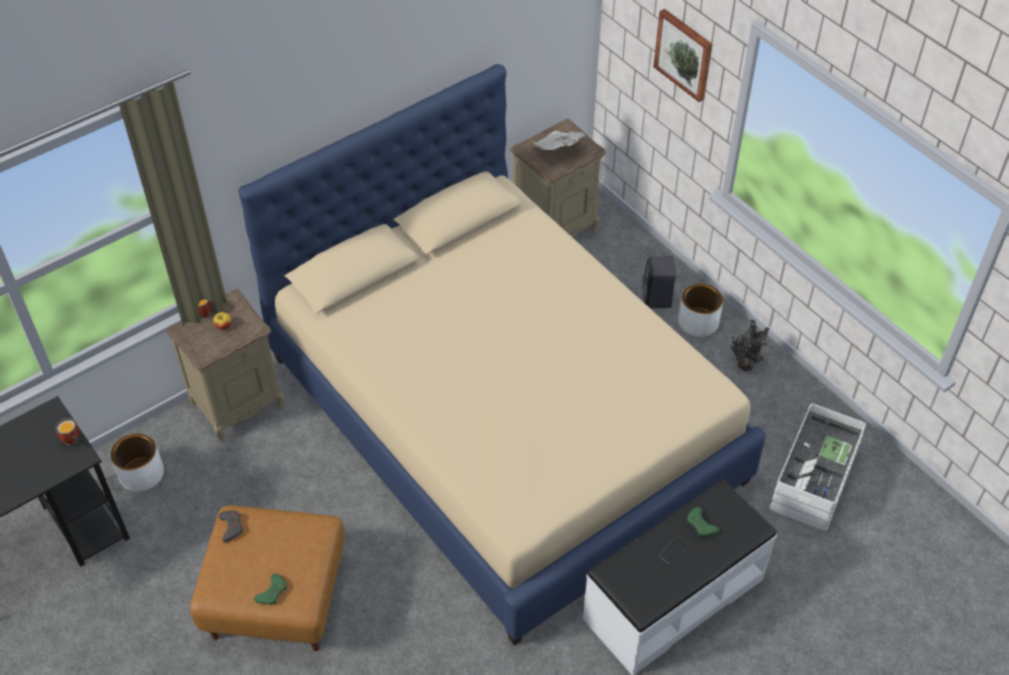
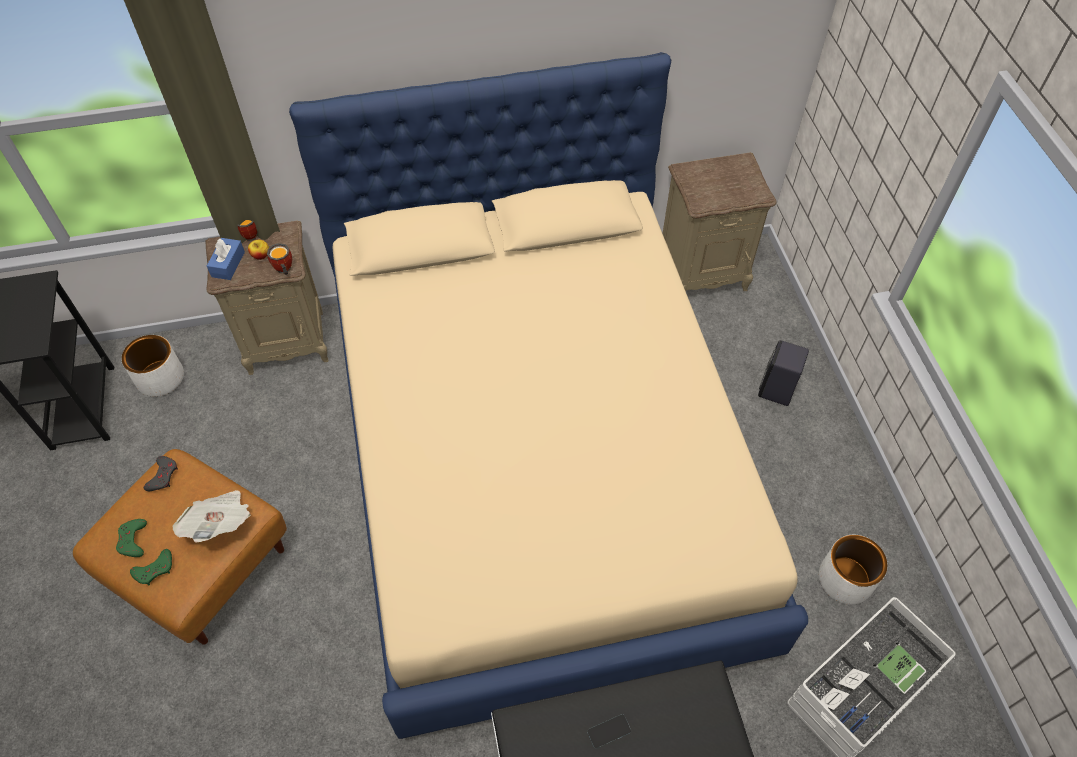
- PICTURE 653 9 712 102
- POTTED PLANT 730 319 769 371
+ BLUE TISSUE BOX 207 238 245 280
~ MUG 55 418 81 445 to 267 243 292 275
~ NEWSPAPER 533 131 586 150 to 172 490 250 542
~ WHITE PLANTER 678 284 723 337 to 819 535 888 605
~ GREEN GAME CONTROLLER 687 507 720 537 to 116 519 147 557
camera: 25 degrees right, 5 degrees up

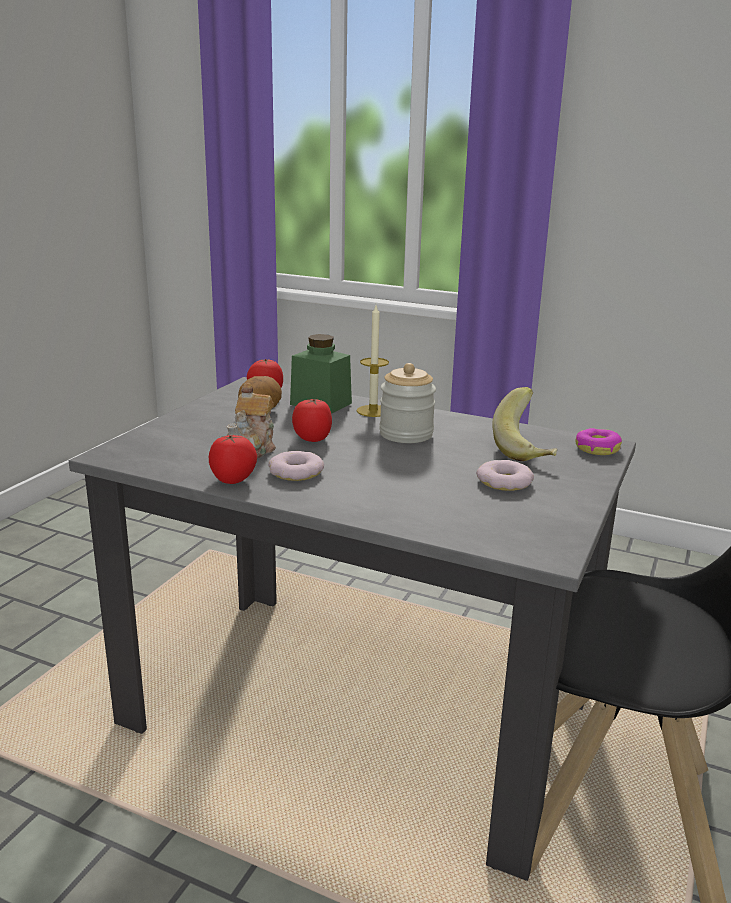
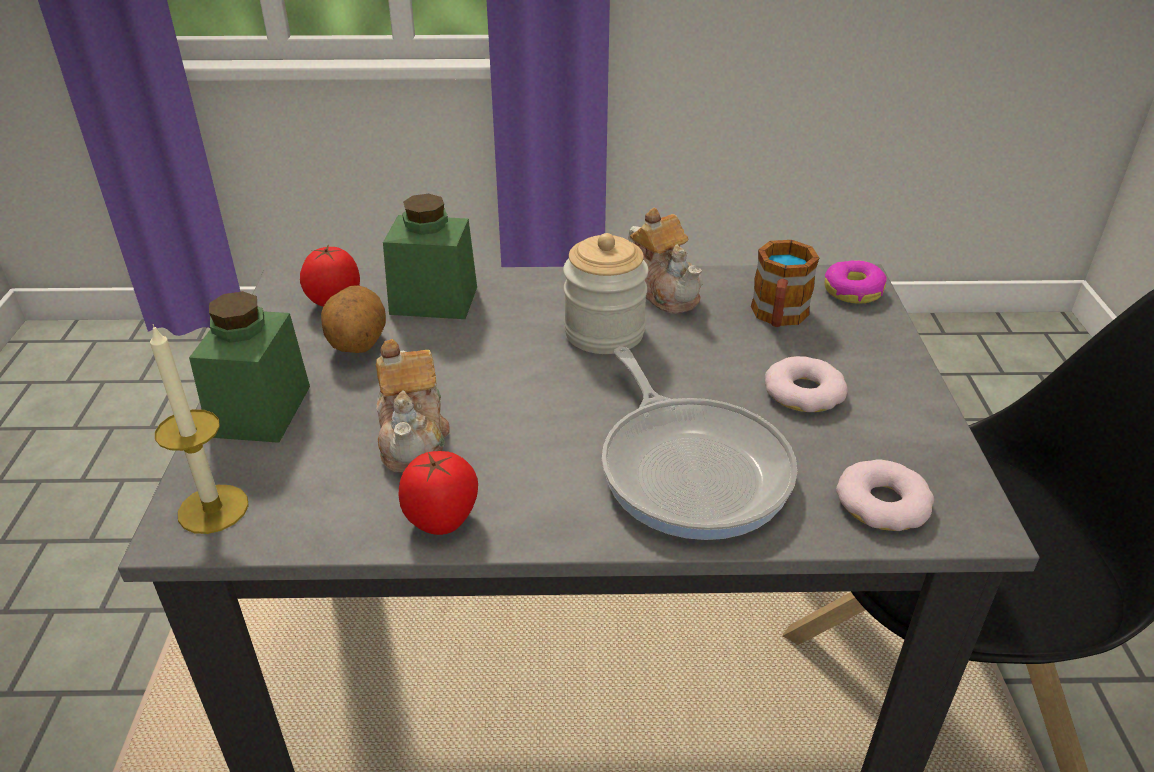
- TOMATO 292 399 332 442
+ GREEN JAR 189 291 310 443
+ FRYING PAN 602 347 797 540
+ TEAPOT 628 208 703 314
~ DONUT 268 451 324 481 to 836 459 934 531
~ CANDLE 357 305 389 417 to 150 324 249 534
~ BANANA 492 387 557 461 to MUG 751 240 819 327
camera: 25 degrees left, 15 degrees up

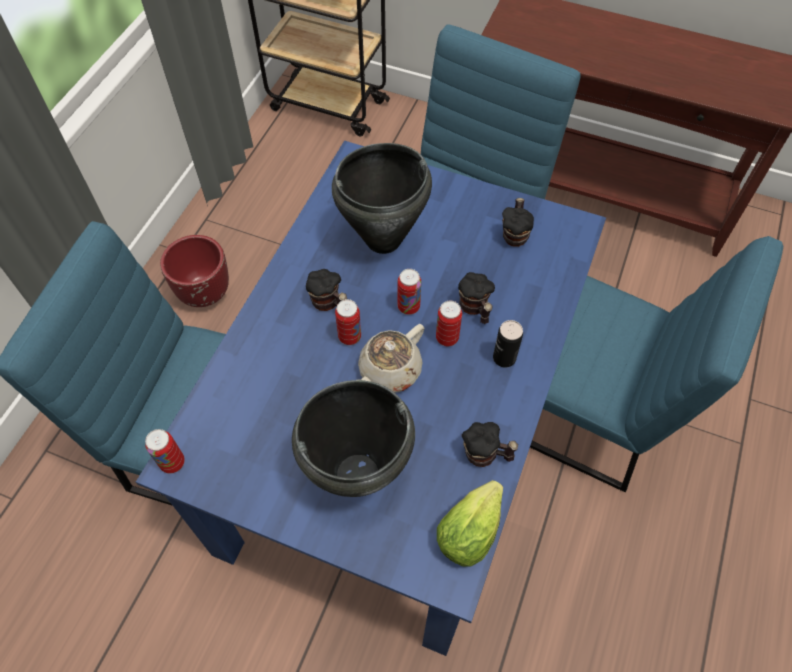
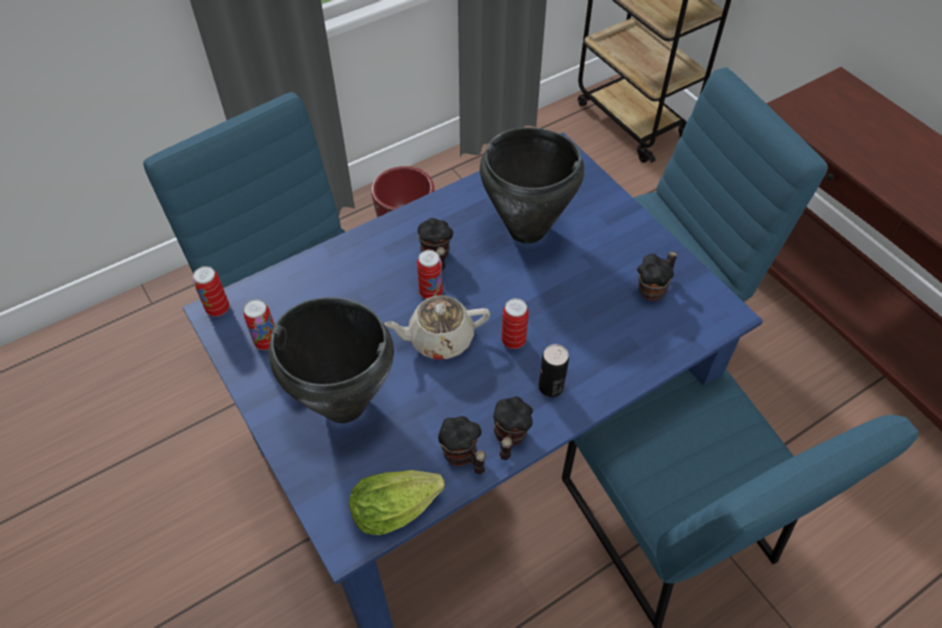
~ CAN 398 269 421 315 to 243 299 275 350
~ MUG 458 272 495 324 to 493 396 533 460
camera: 35 degrees right, 5 degrees down

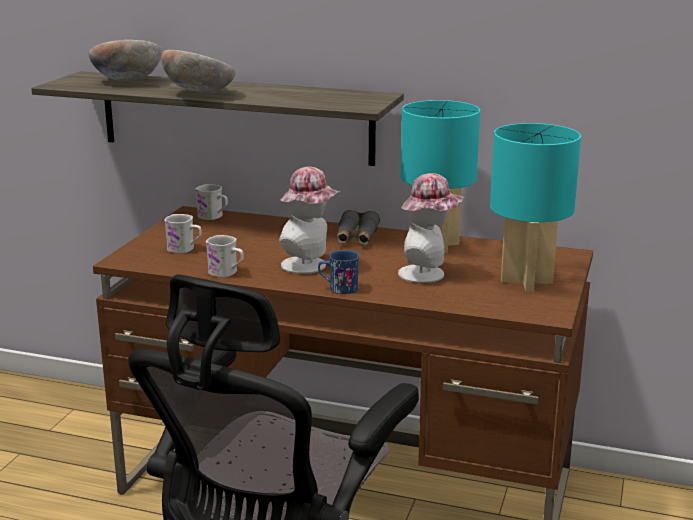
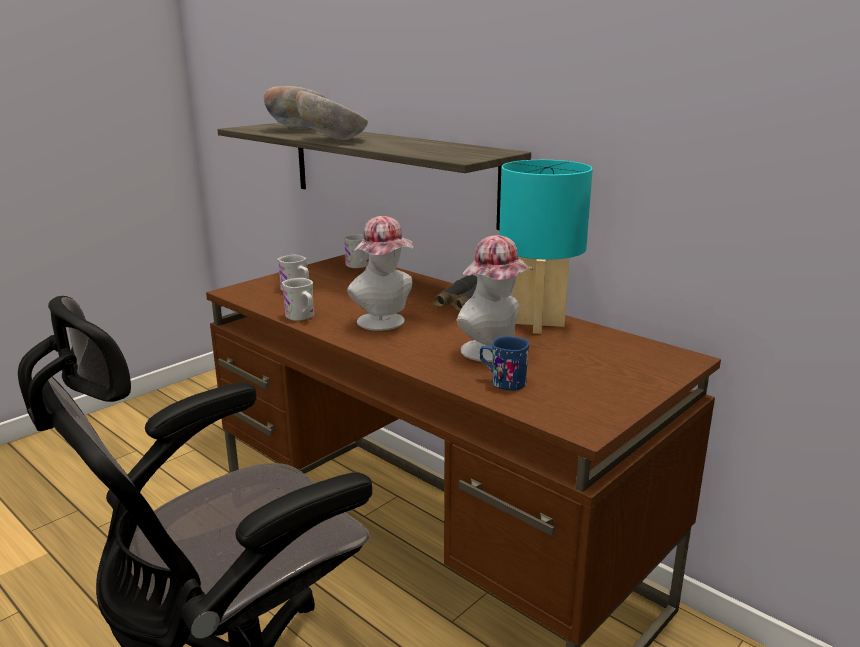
- TURQUOISE TABLE LAMP 490 123 581 292
~ BLUE MUG 318 250 359 294 to 480 336 529 390
camera: 25 degrees right, 0 degrees up

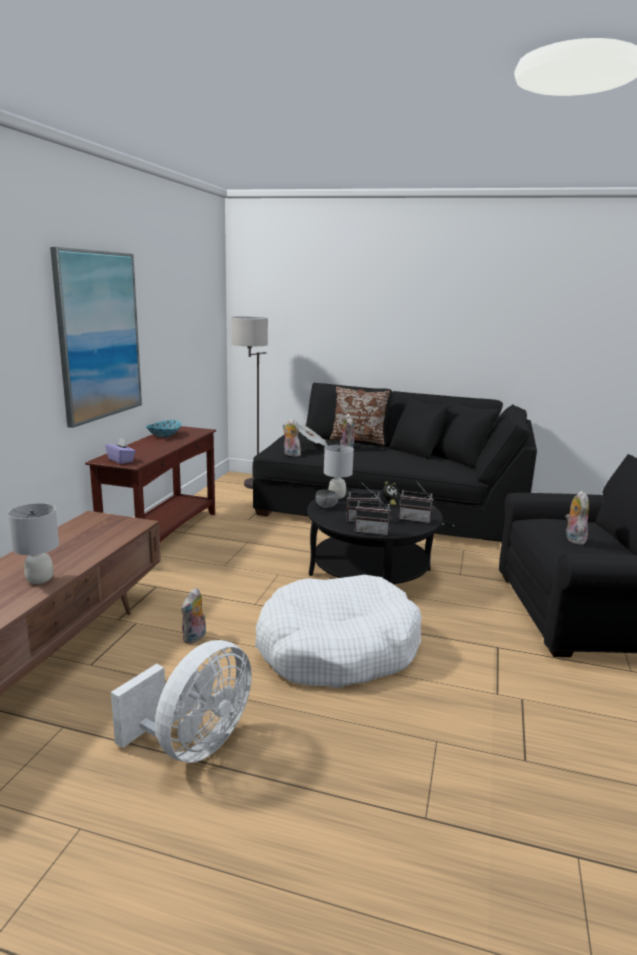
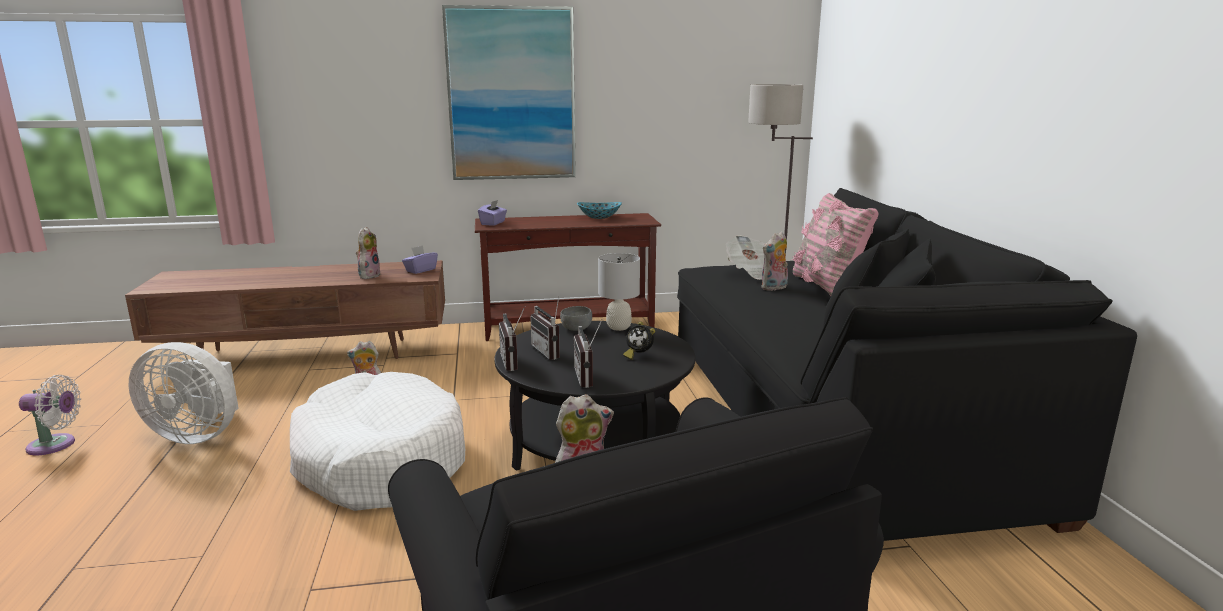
- GREY TABLE LAMP 8 503 59 584
+ WHITE FAN 19 375 81 455
+ PURPLE TISSUE BOX 402 245 438 274
~ PLUSH TOY 283 419 301 457 to 355 227 381 279
~ BROWN PILLOW 330 386 390 446 to PINK PILLOW 792 193 878 296
camera: 65 degrees right, 0 degrees up

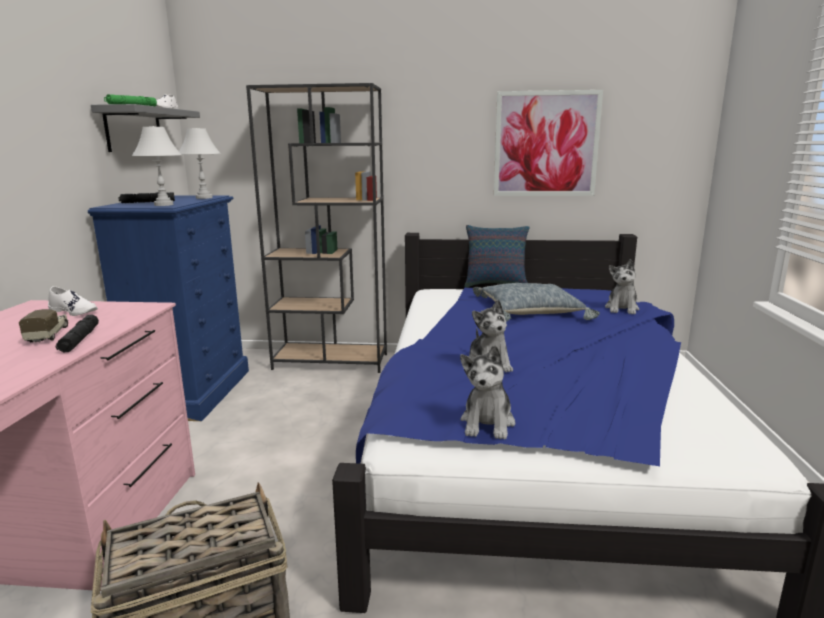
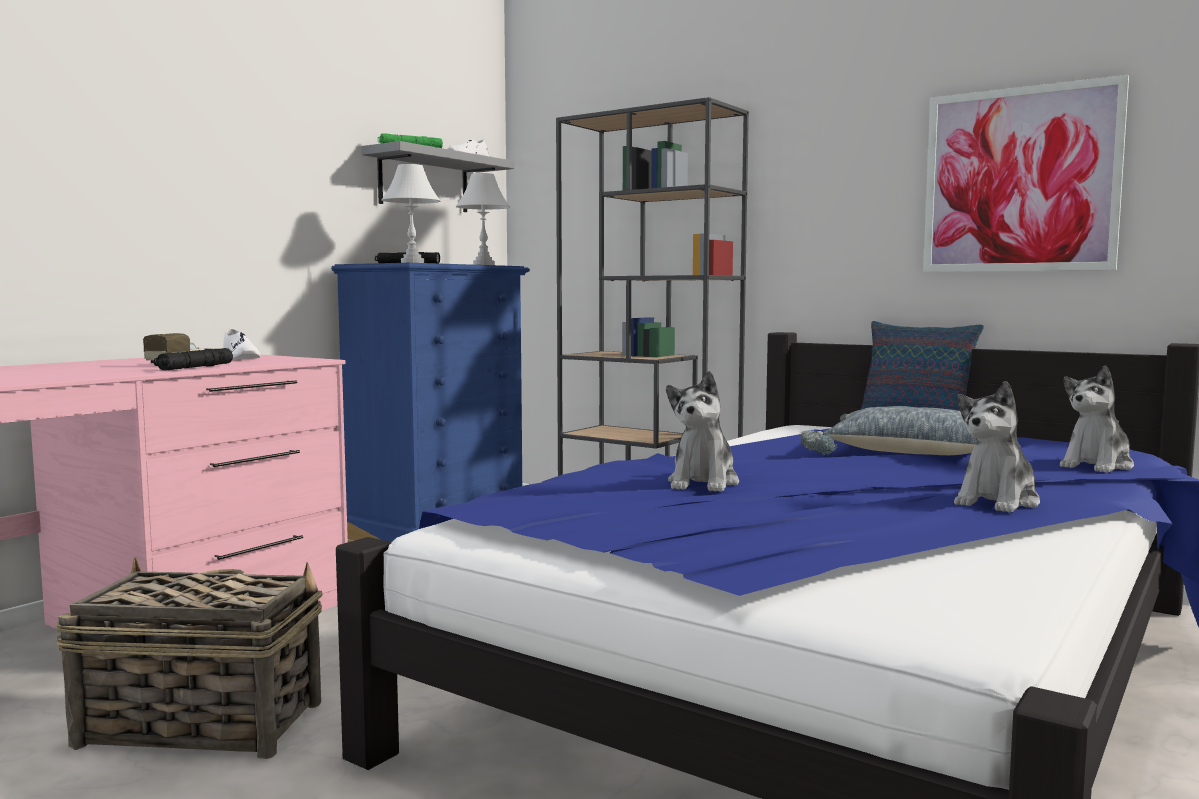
~ PLUSH TOY 460 345 516 440 to 954 381 1040 513
camera: 30 degrees right, 10 degrees down

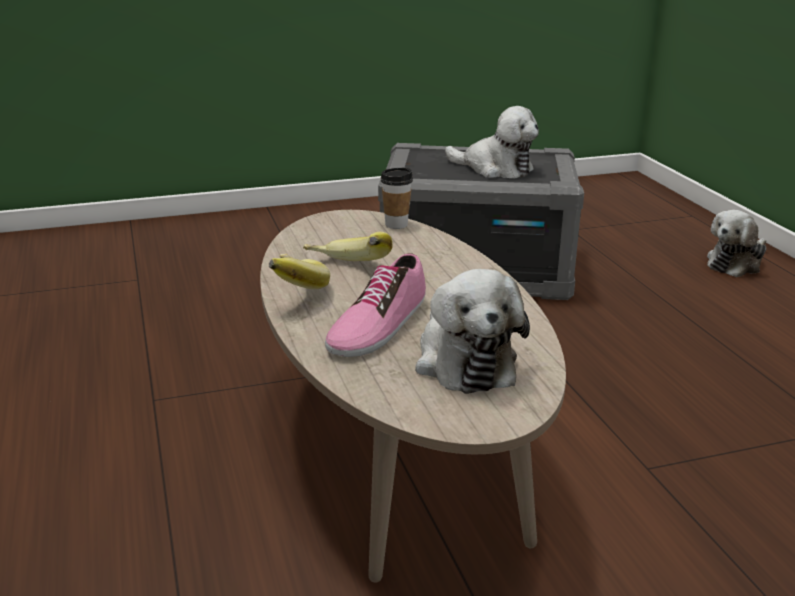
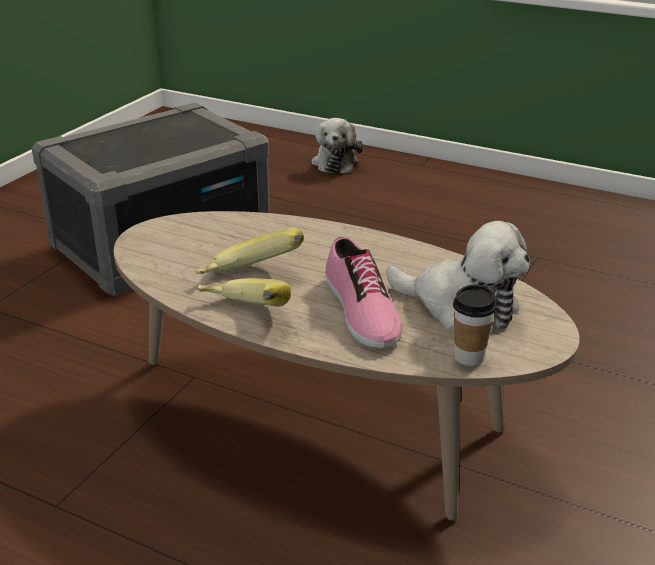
- PLUSH TOY 445 106 539 179
~ CUP 381 168 413 229 to 453 284 496 366
camera: 45 degrees left, 5 degrees up

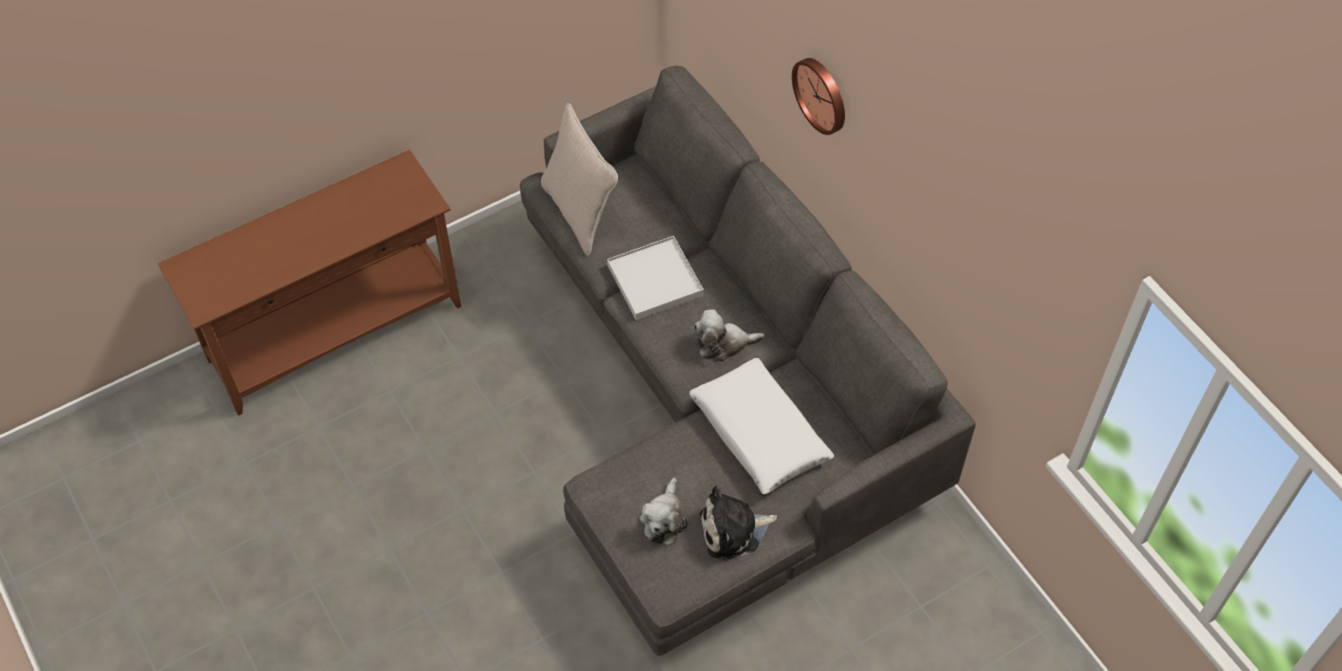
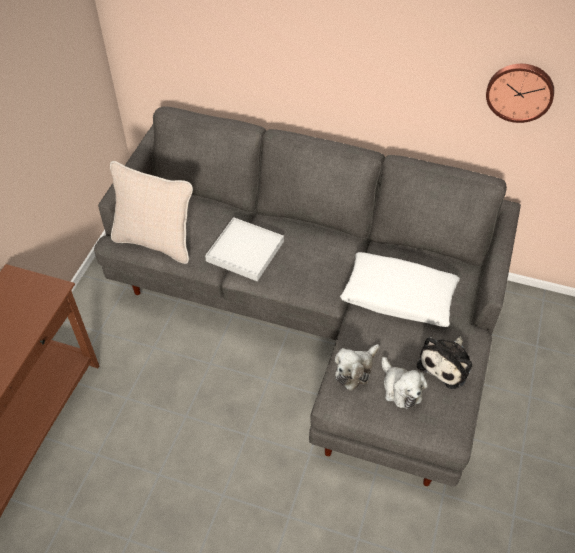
~ PLUSH TOY 693 309 765 362 to 335 344 380 391
~ WALL CLOCK 792 58 845 135 to 486 64 554 123
camera: 40 degrees left, 5 degrees down

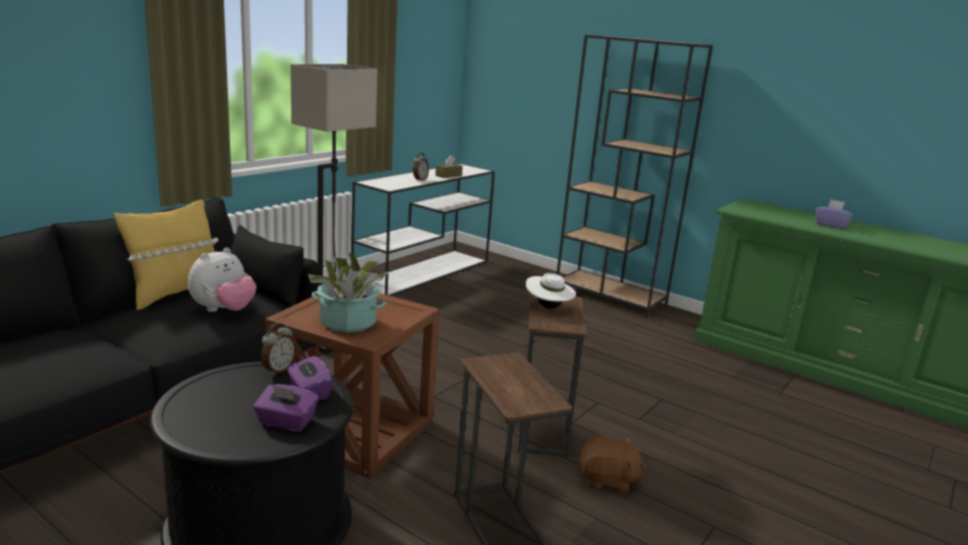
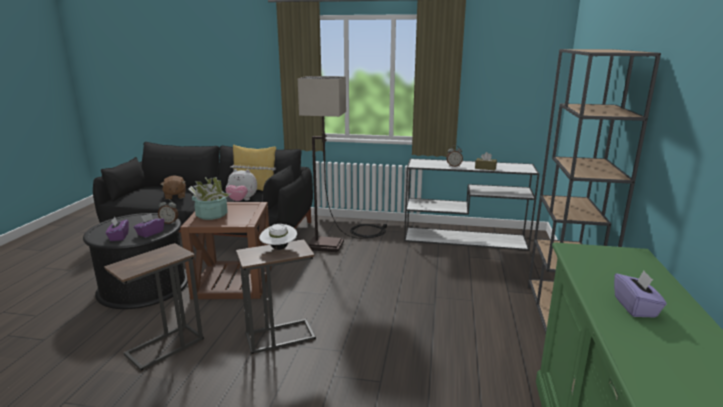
~ BROWN PLUSH TOY 578 436 646 494 to 161 175 186 200
camera: 65 degrees right, 0 degrees up

